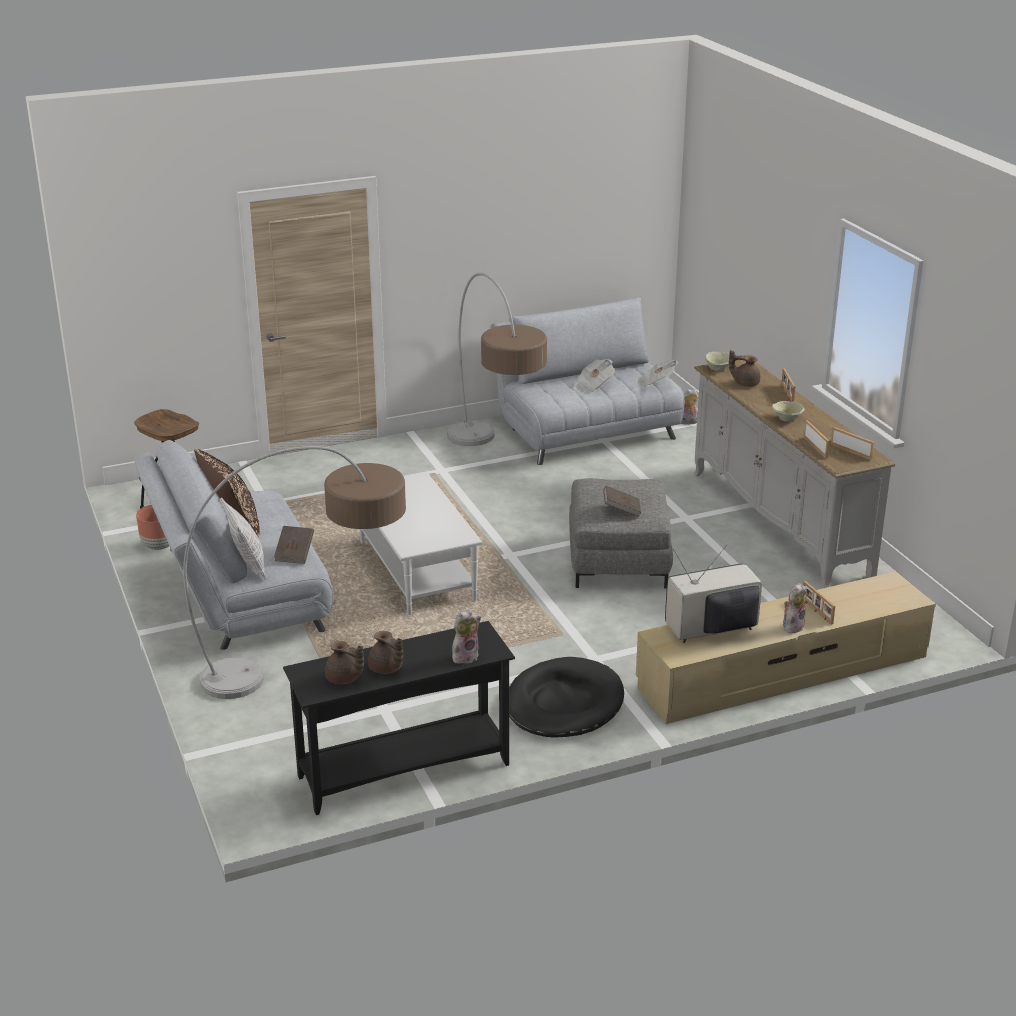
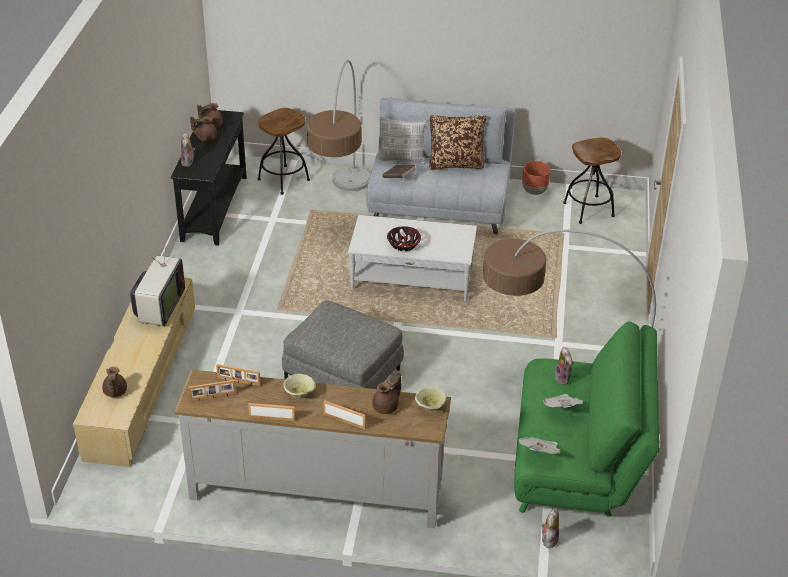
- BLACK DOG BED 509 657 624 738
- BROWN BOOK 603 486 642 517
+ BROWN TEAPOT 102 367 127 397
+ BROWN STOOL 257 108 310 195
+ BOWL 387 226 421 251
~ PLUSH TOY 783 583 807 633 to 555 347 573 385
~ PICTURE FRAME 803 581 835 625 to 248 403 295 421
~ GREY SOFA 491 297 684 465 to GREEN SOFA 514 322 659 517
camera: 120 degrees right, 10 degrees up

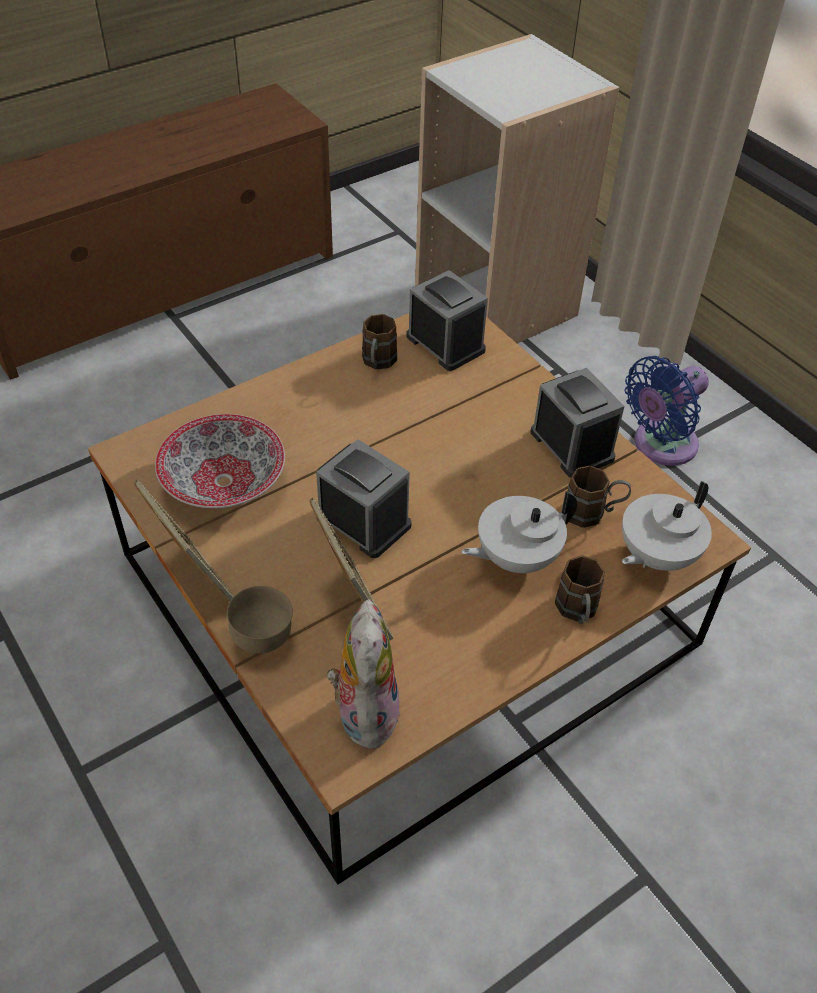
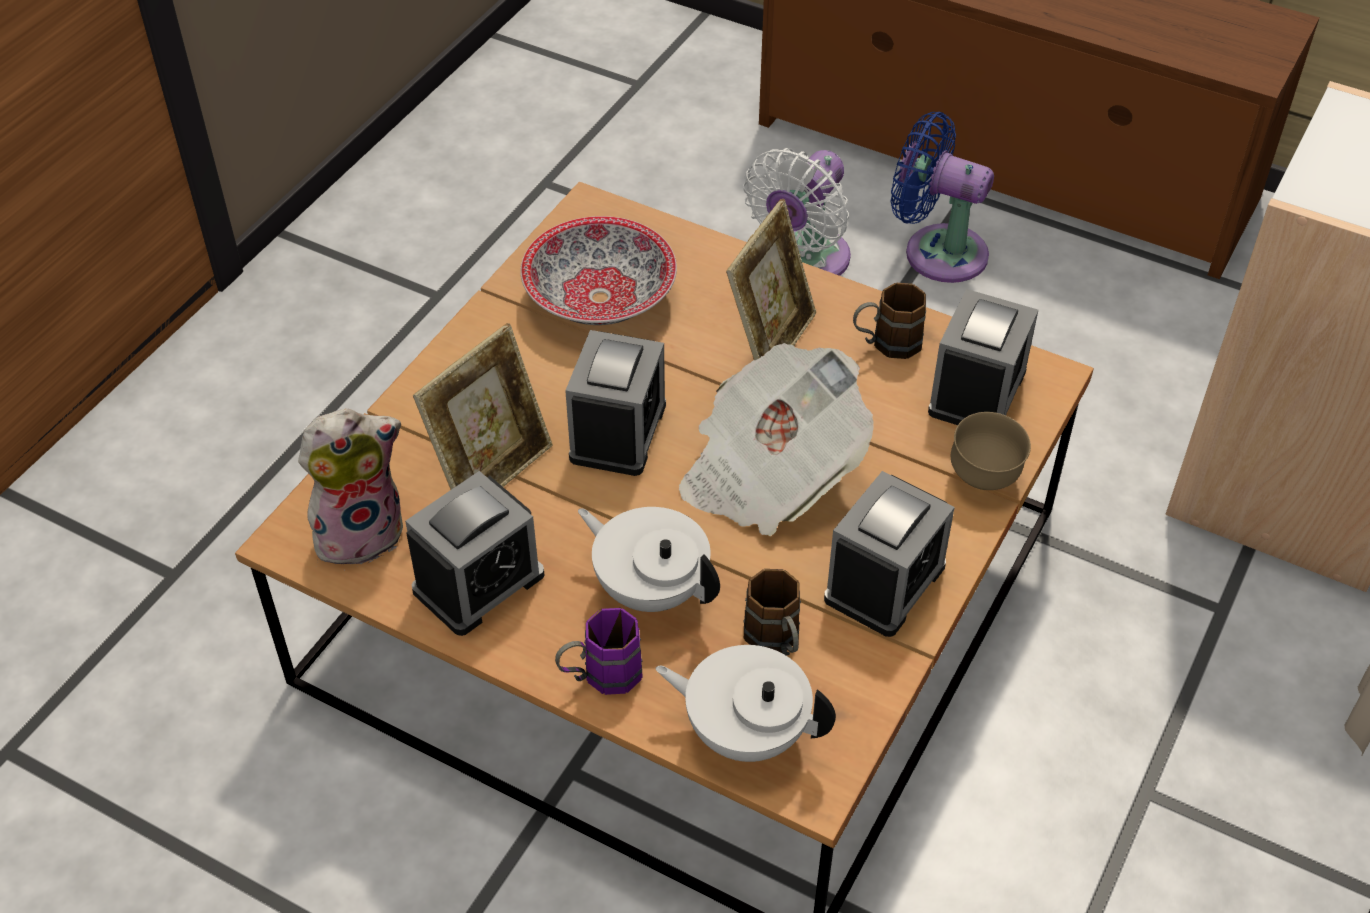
+ ALARM CLOCK 405 471 544 636
+ NEWSPAPER 679 343 874 536
+ WHITE FAN 743 148 851 276
~ PICTURE FRAME 134 480 234 602 to 726 199 816 360
~ BROWN BOWL 227 586 293 653 to 951 412 1031 490
~ BLUE FAN 624 356 709 466 to 891 112 994 283
~ BROWN MUG 555 556 605 624 to PURPLE MUG 555 608 643 695
camera: 65 degrees right, 0 degrees up

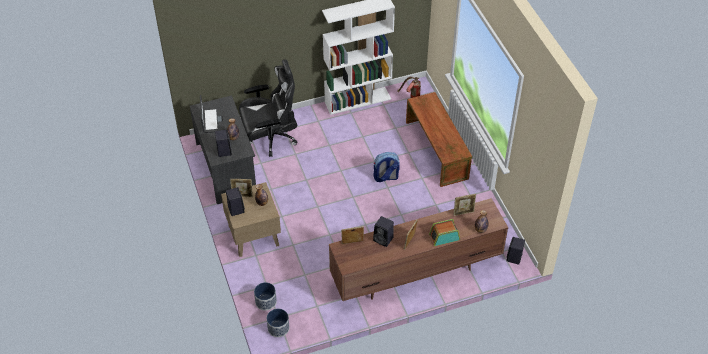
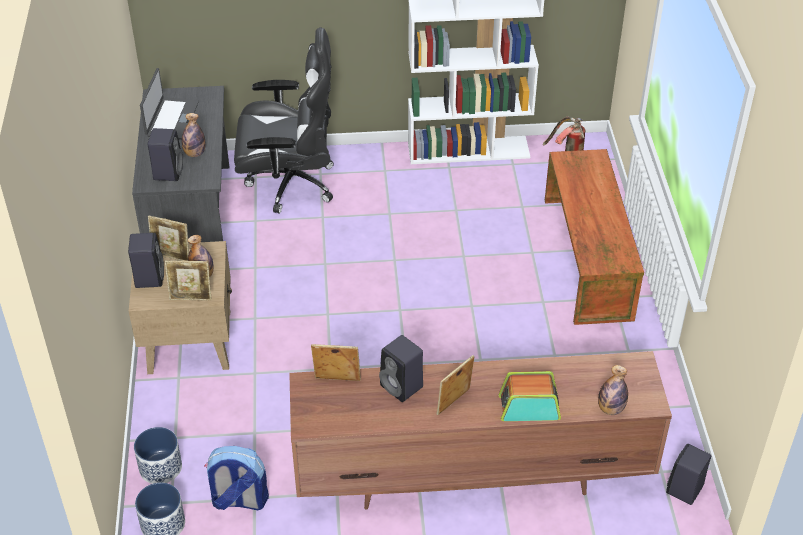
~ BACKPACK 373 152 400 182 to 204 446 269 510
~ PICTURE FRAME 454 194 476 216 to 165 260 212 301
camera: 15 degrees right, 5 degrees down

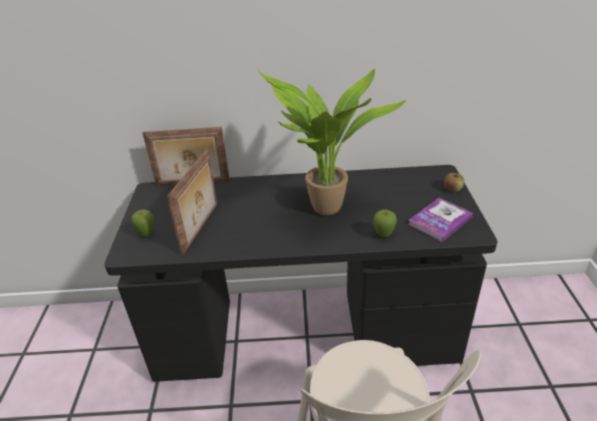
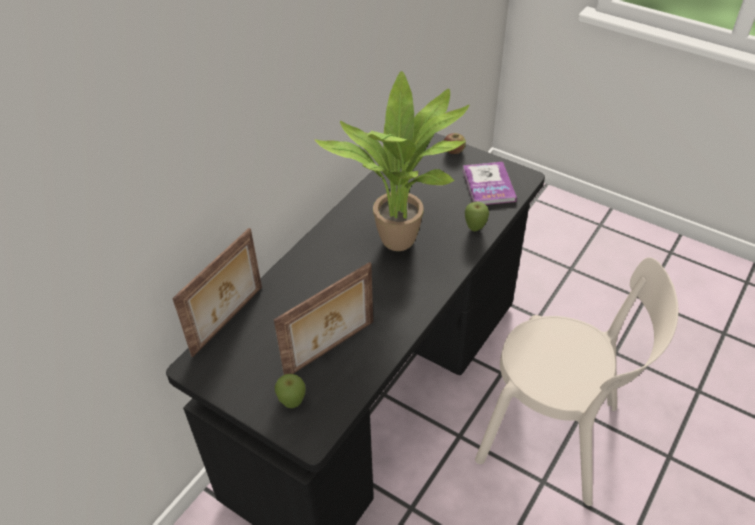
~ PICTURE FRAME 167 149 218 256 = 274 262 373 375 90 degrees clockwise
camera: 55 degrees left, 10 degrees up

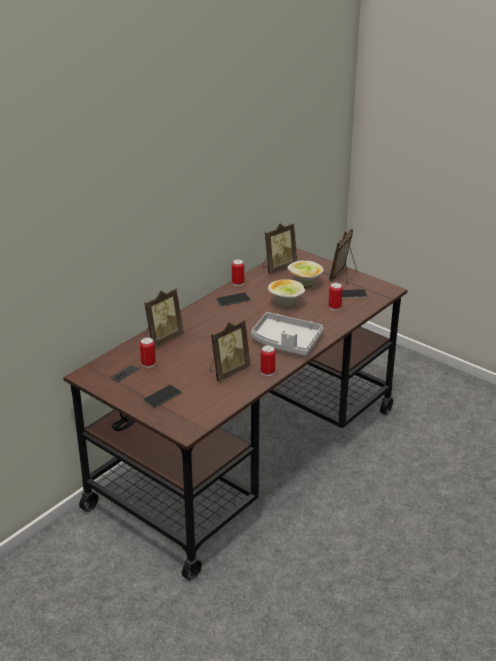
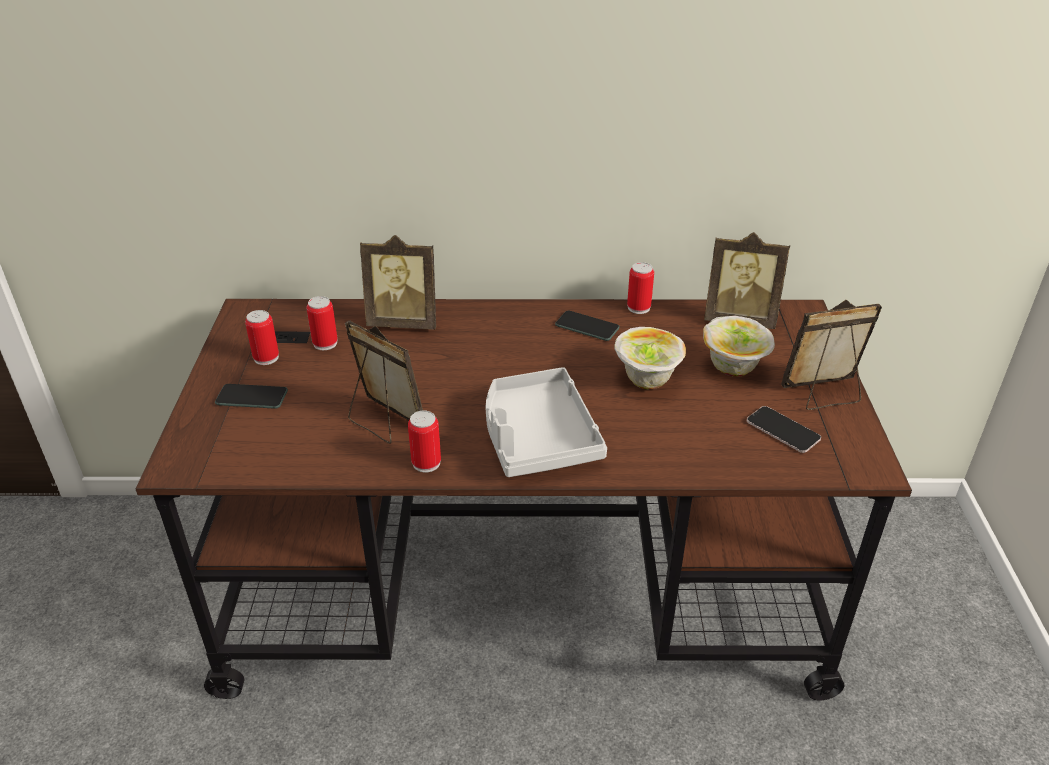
~ CAN 328 283 343 311 to 245 310 279 365
~ PICTURE FRAME 210 320 250 381 = 345 320 423 444 150 degrees counterclockwise
camera: 50 degrees right, 5 degrees up

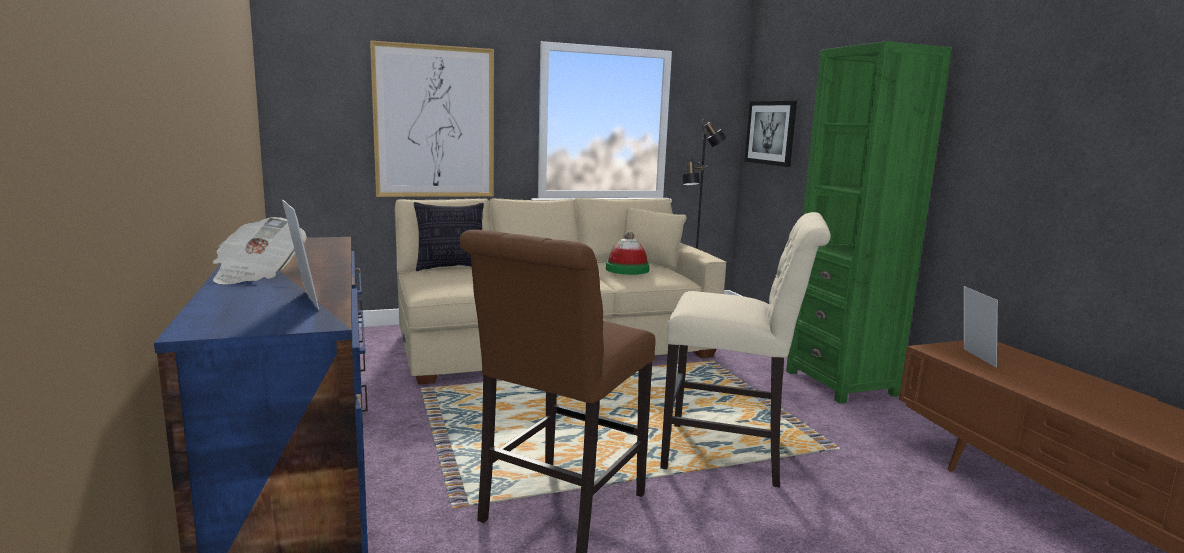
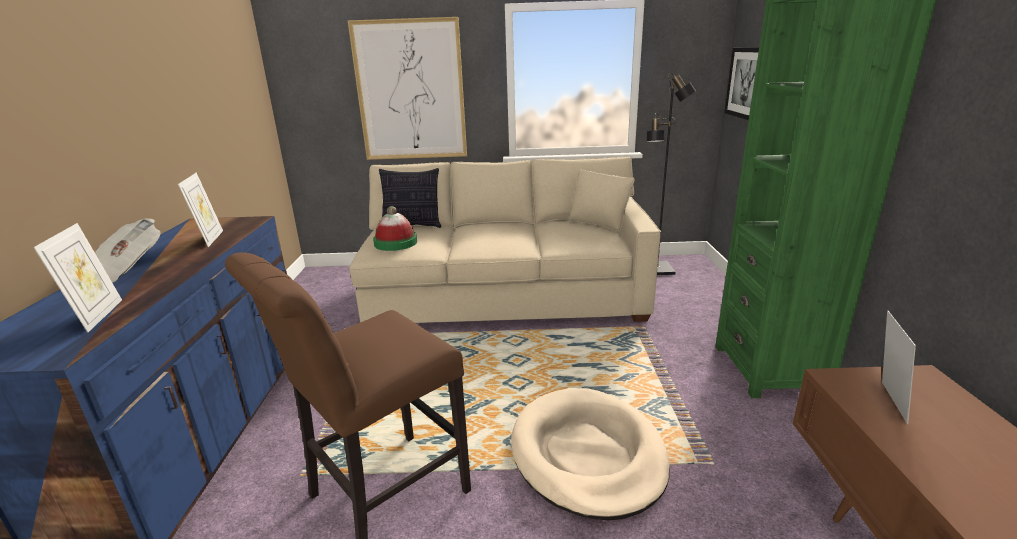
+ PICTURE FRAME 178 173 223 247
~ HAT 606 231 650 275 to 373 206 417 251
~ BEIGE STOOL 660 212 831 488 to BEIGE DOG BED 511 388 670 521
camera: 20 degrees right, 10 degrees up

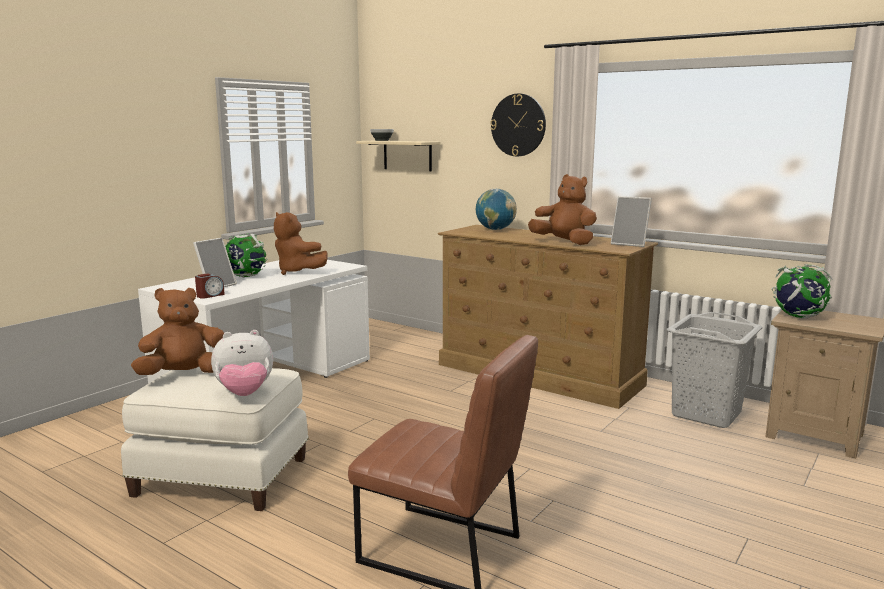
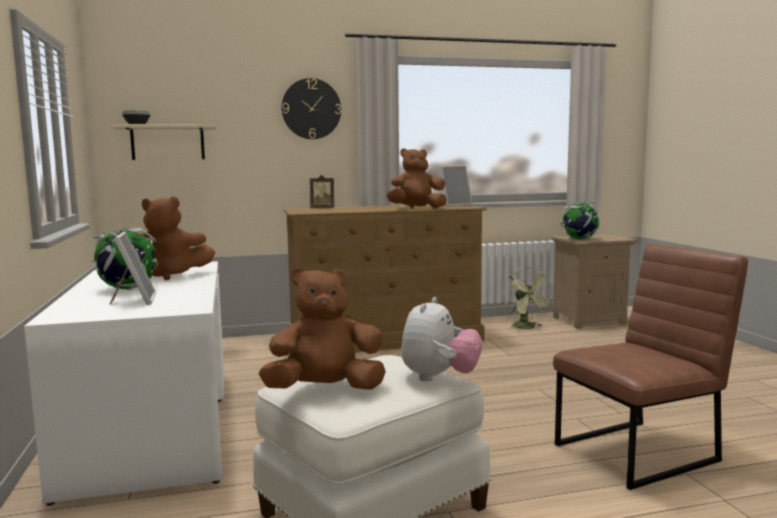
- ALARM CLOCK 195 273 225 299
~ GLOBE 476 189 517 230 to PICTURE FRAME 310 175 334 209
~ GREY LAUNDRY BASKET 667 312 762 428 to GREEN FAN 503 268 554 330
~ BROWN PLUSH TOY 131 288 224 375 = 259 268 386 390 60 degrees clockwise
camera: 50 degrees left, 5 degrees down

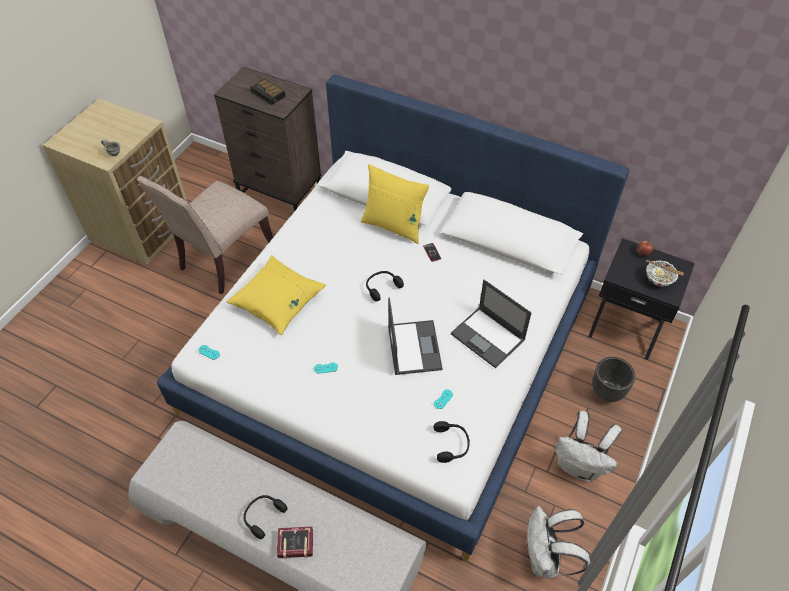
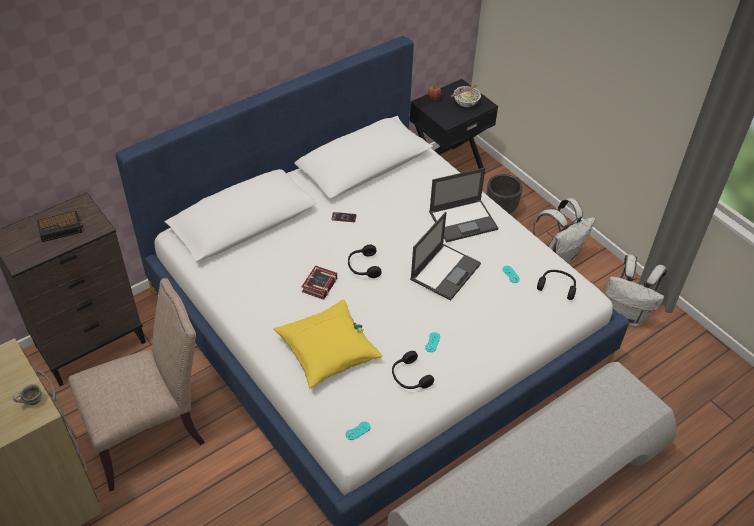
- YELLOW PILLOW 361 164 429 244
~ BLACK HEADPHONES 243 495 288 539 to 392 351 434 389
~ BOOK 277 527 313 559 to 302 265 337 300
~ BEIGE CHAIR 136 176 273 295 = 68 278 205 491 90 degrees counterclockwise
~ LAPTOP 388 297 443 375 = 410 212 481 301 105 degrees clockwise
camera: 65 degrees left, 5 degrees down

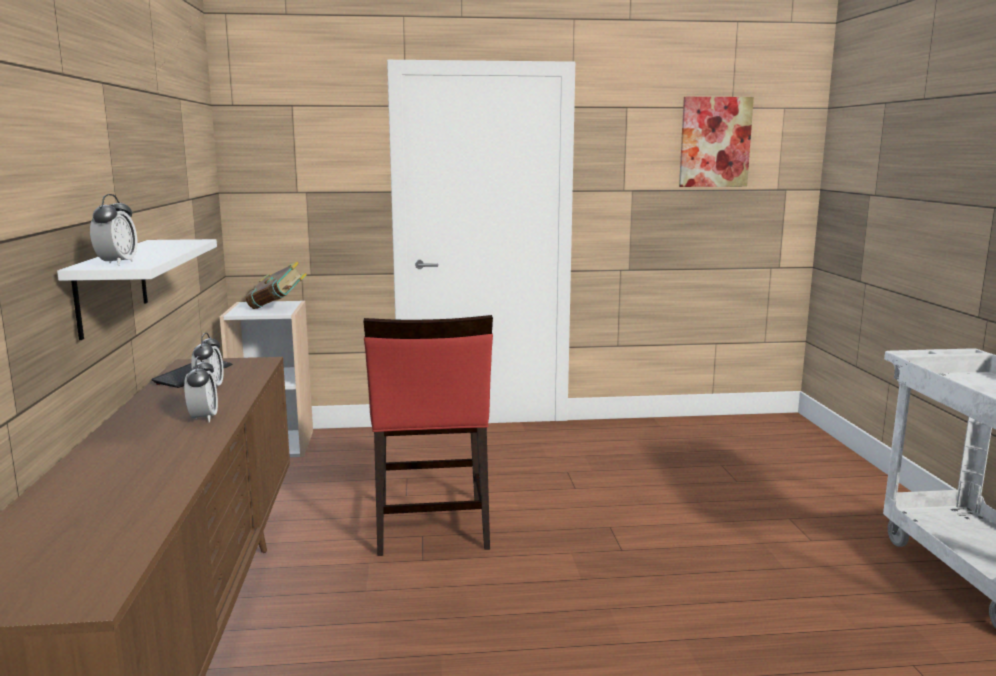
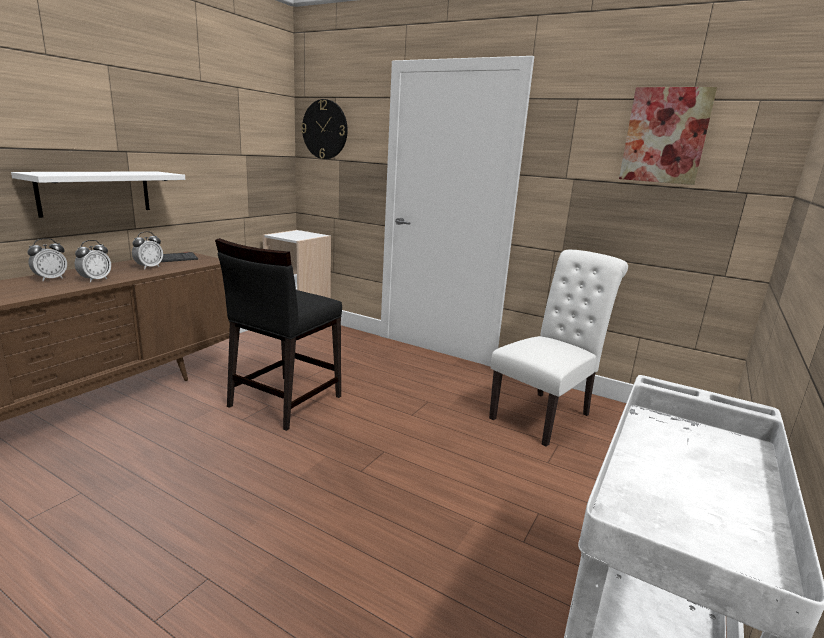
- BOOK 245 262 307 309
+ WALL CLOCK 301 99 348 159
+ WHITE CHAIR 489 250 628 447
~ ALARM CLOCK 90 194 137 266 to 27 238 67 281
~ RED CHAIR 363 315 493 556 to BLACK CHAIR 215 238 342 431
camera: 35 degrees right, 5 degrees up

